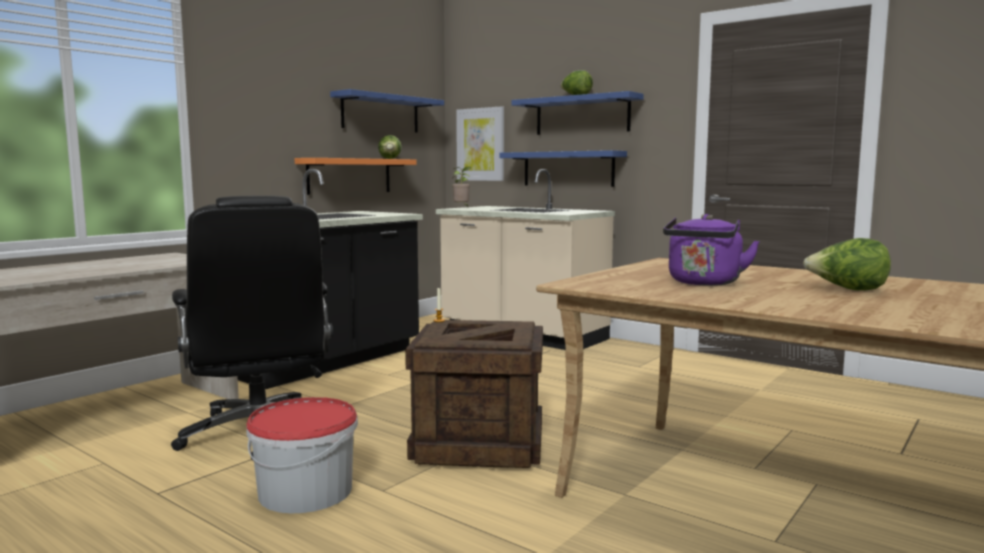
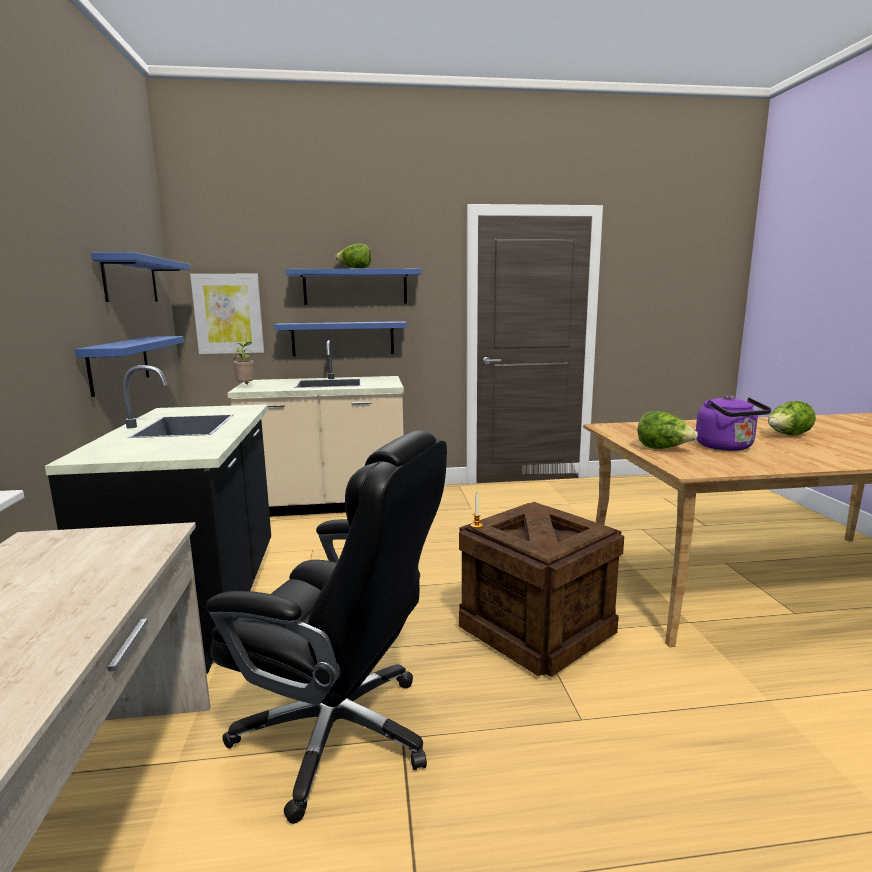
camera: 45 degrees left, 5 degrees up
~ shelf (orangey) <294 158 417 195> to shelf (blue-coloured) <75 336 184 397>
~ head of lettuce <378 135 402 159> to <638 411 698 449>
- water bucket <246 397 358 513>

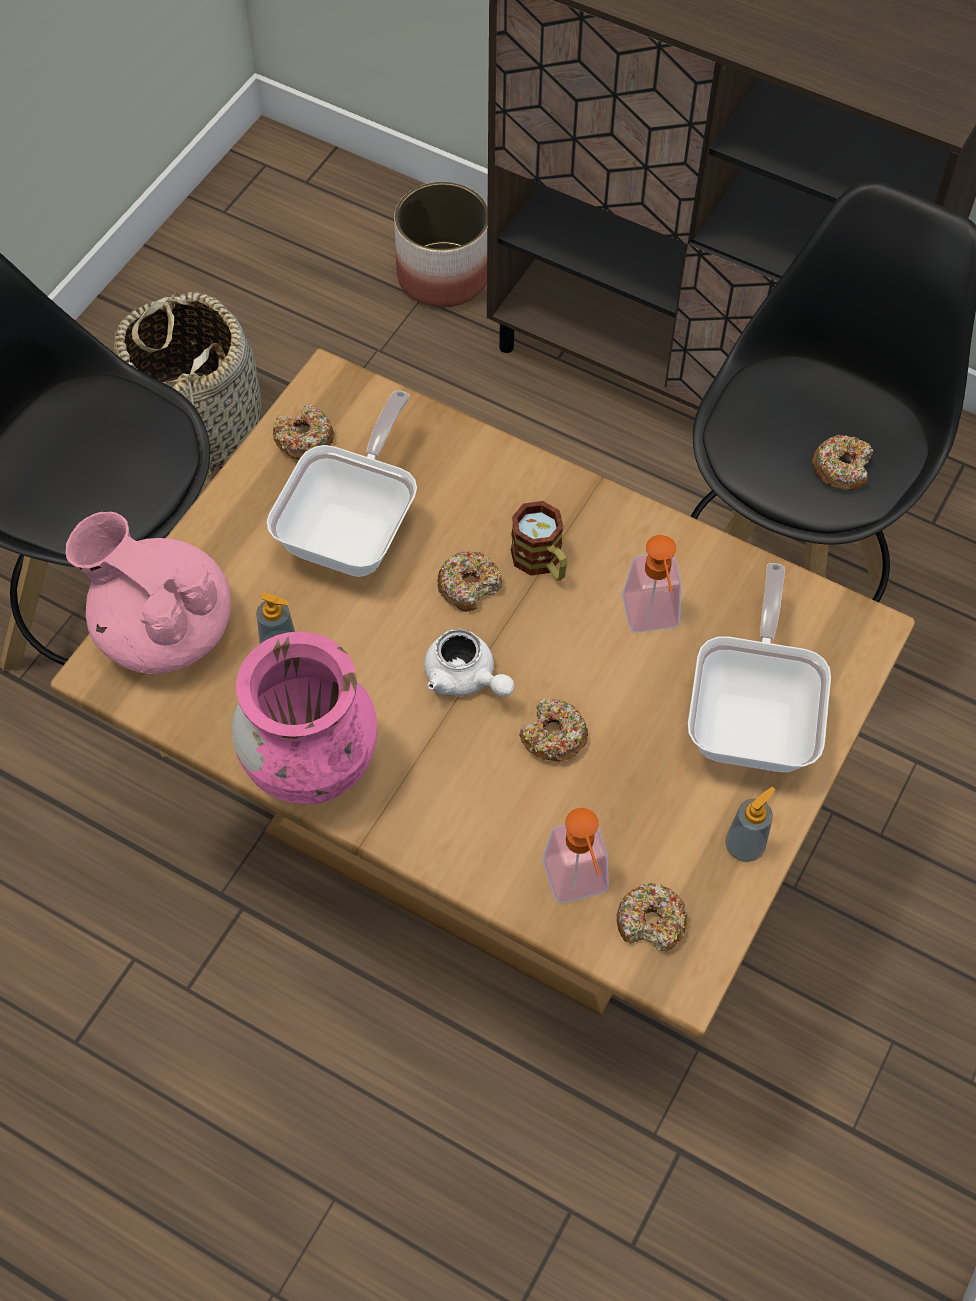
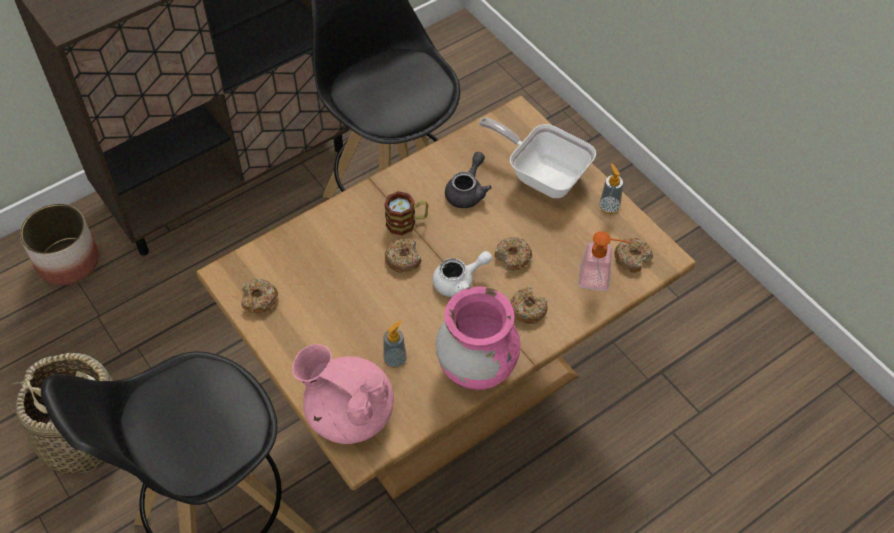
camera: 65 degrees left, 5 degrees down
~ pot for tea (pinkish) <66 512 231 674> = <292 344 394 444> 60 degrees clockwise
~ soap dispenser <622 535 681 632> to pot for tea (gray) <445 152 492 208>
~ ring doughnut <812 435 874 491> to <510 287 547 324>
- frying pan <267 390 417 577>

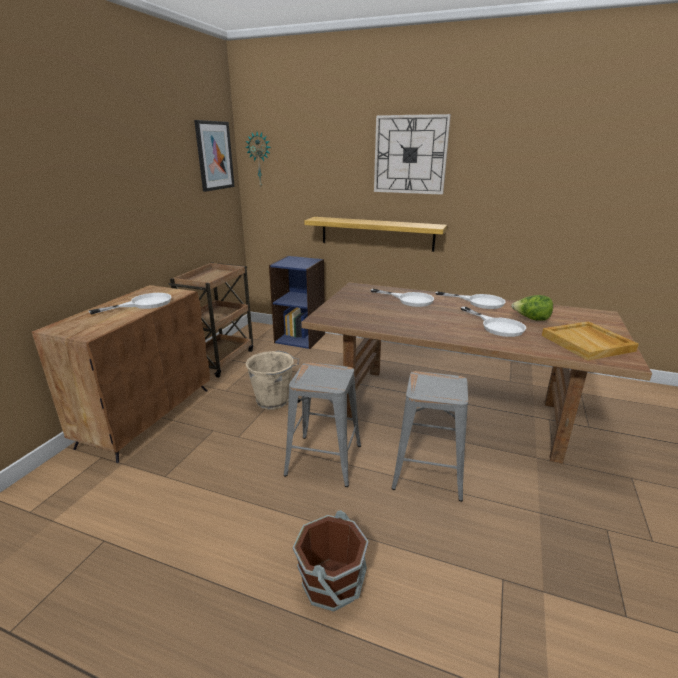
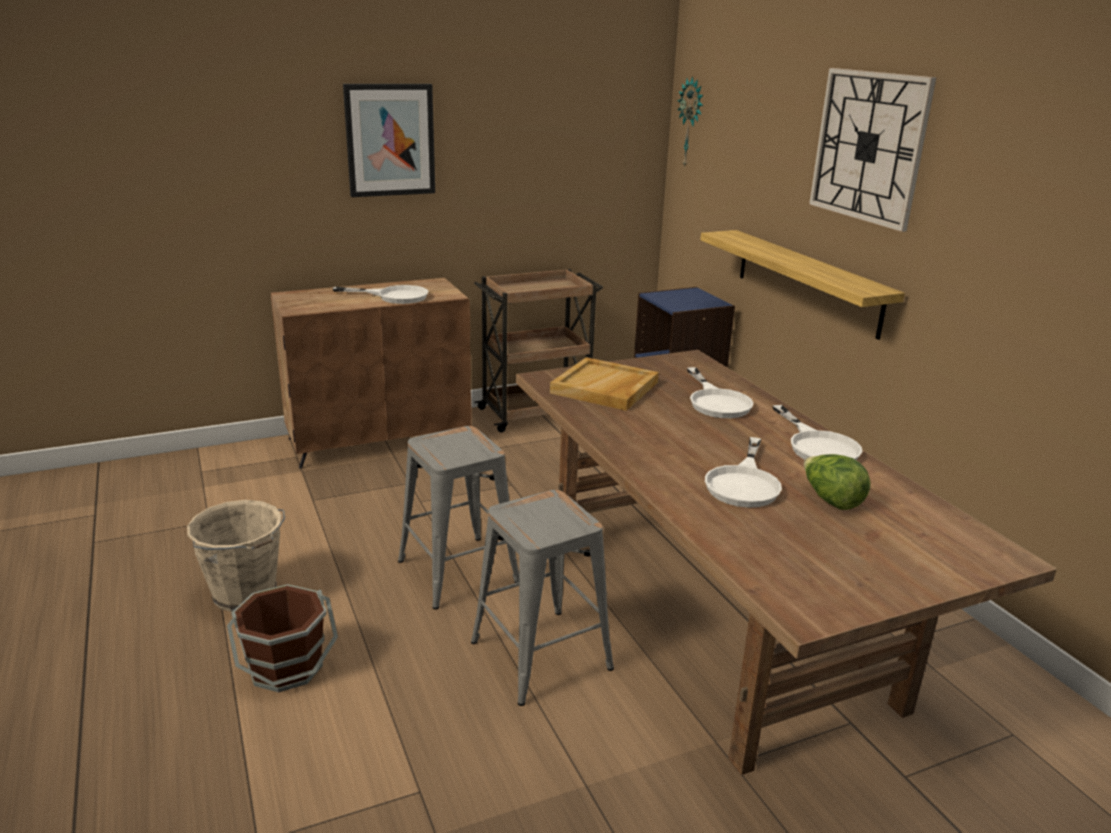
camera: 45 degrees right, 0 degrees up
~ water bucket (sand-coloured) <245 350 299 410> to <187 500 285 612>
~ wall picture <194 120 235 192> to <343 84 435 197>
~ carrying tray (sand-coloured) <542 321 639 361> to <550 357 659 411>

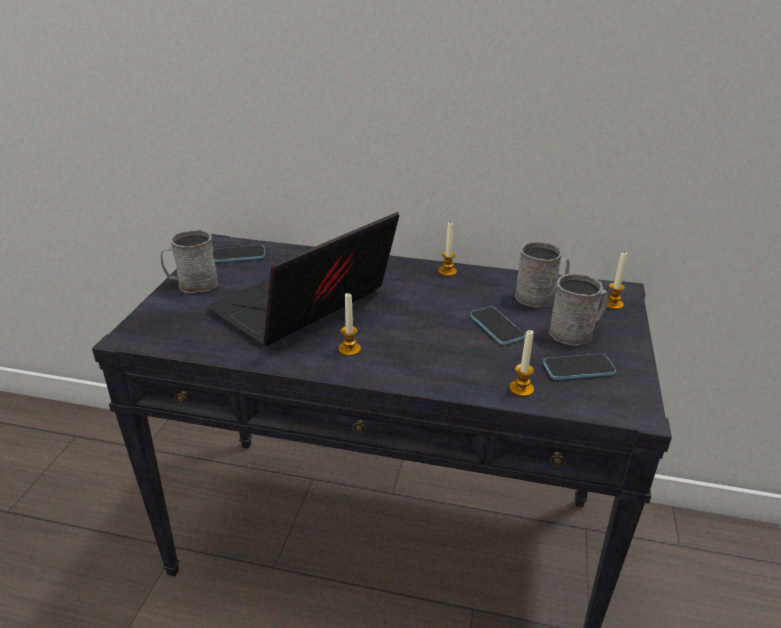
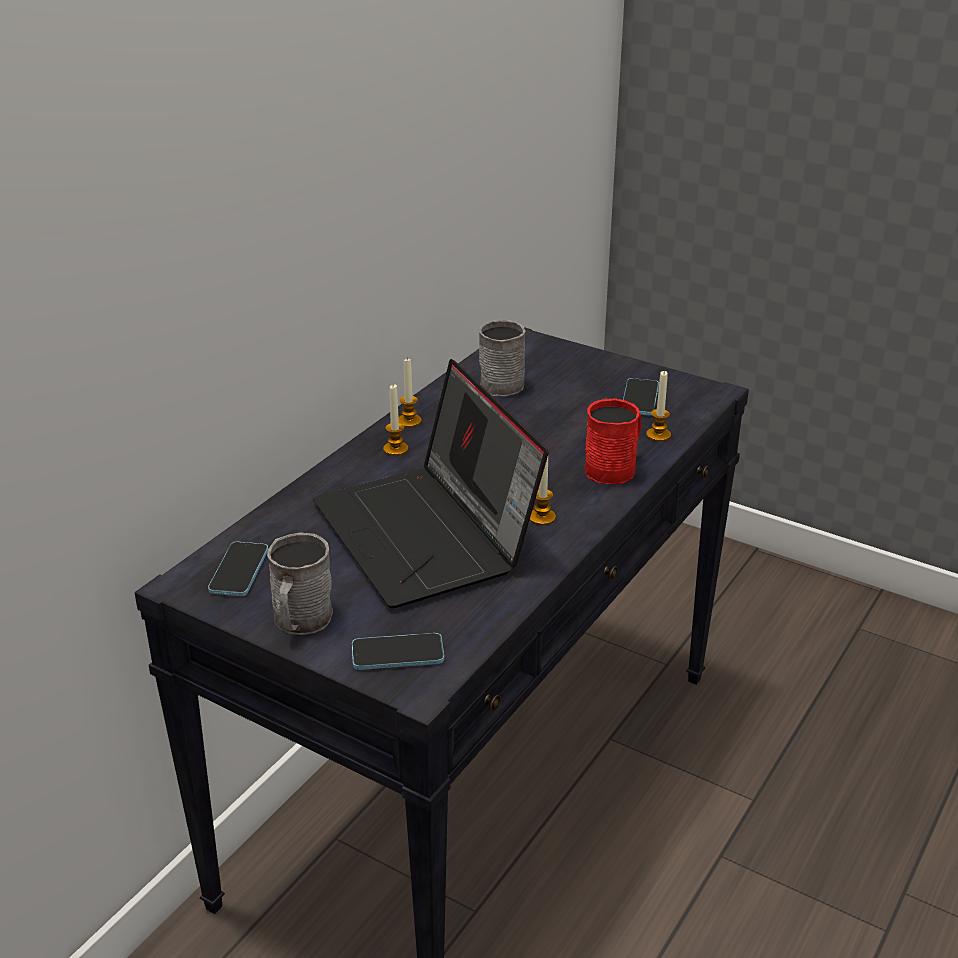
camera: 70 degrees left, 0 degrees up
~ handset <470 307 525 345> to <352 633 444 670>
~ candle <606 251 627 310> to <383 385 408 456>
+ mug (red) <584 399 642 484>
- mug (gray) <549 273 608 346>

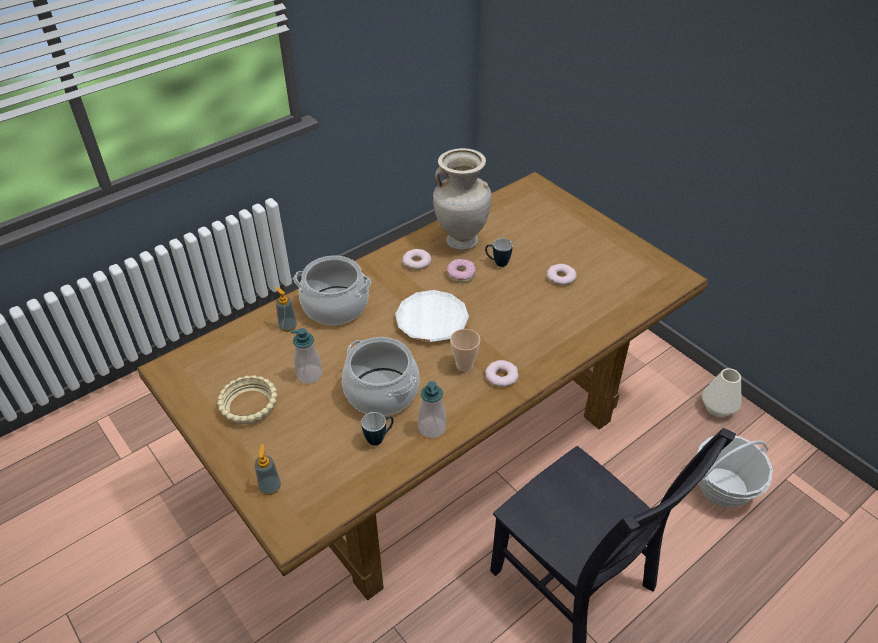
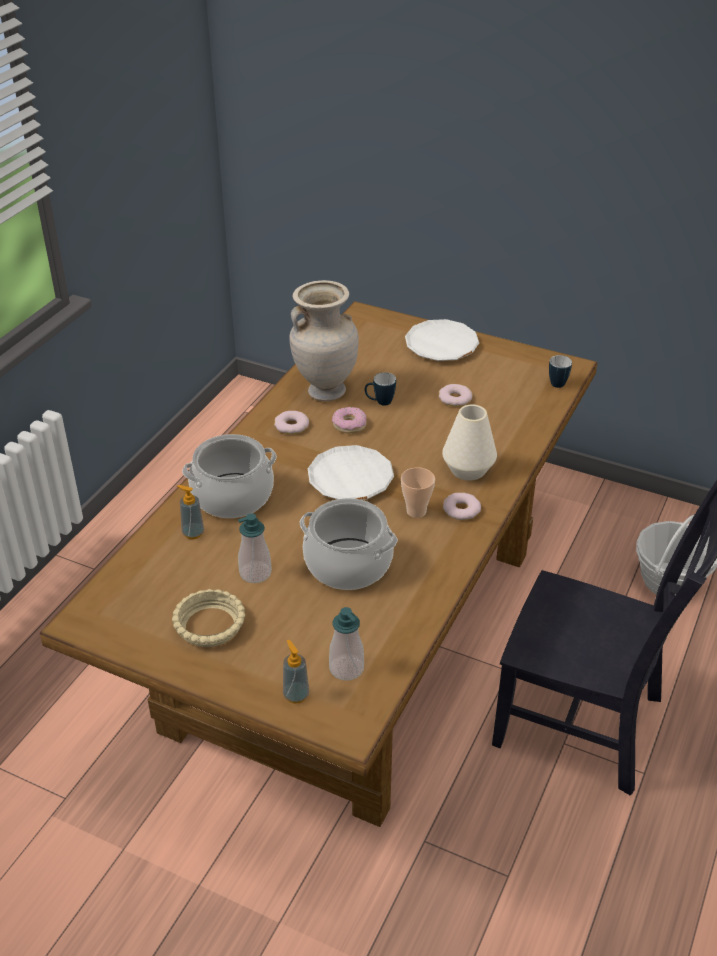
camera: 25 degrees left, 5 degrees down
~ soap dispenser <418 381 446 438> to <329 607 364 680>
+ plate (whitish) <405 319 479 361>
~ vase (whitish) <702 368 742 418> to <442 404 497 481>
~ mug <361 412 394 446> to <549 355 572 388>

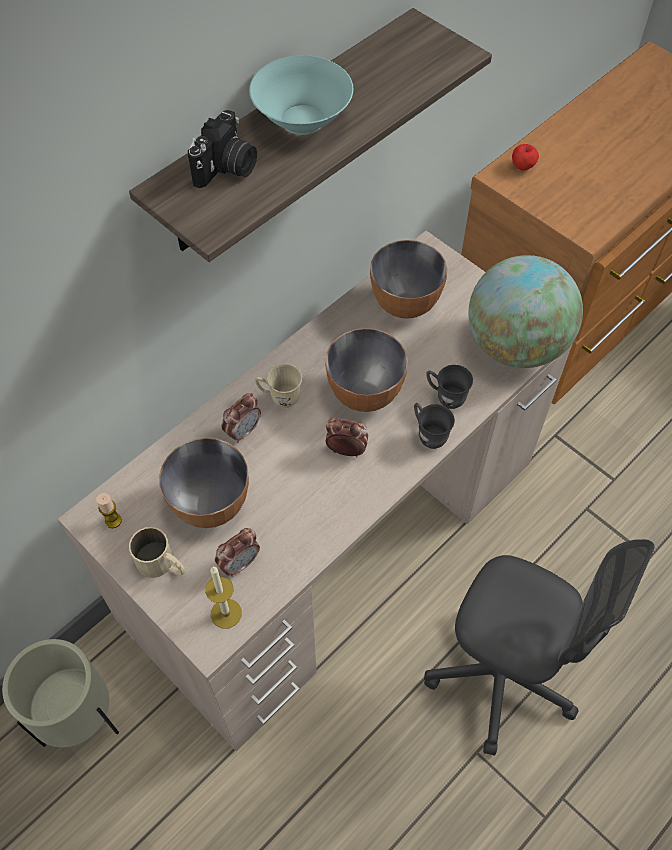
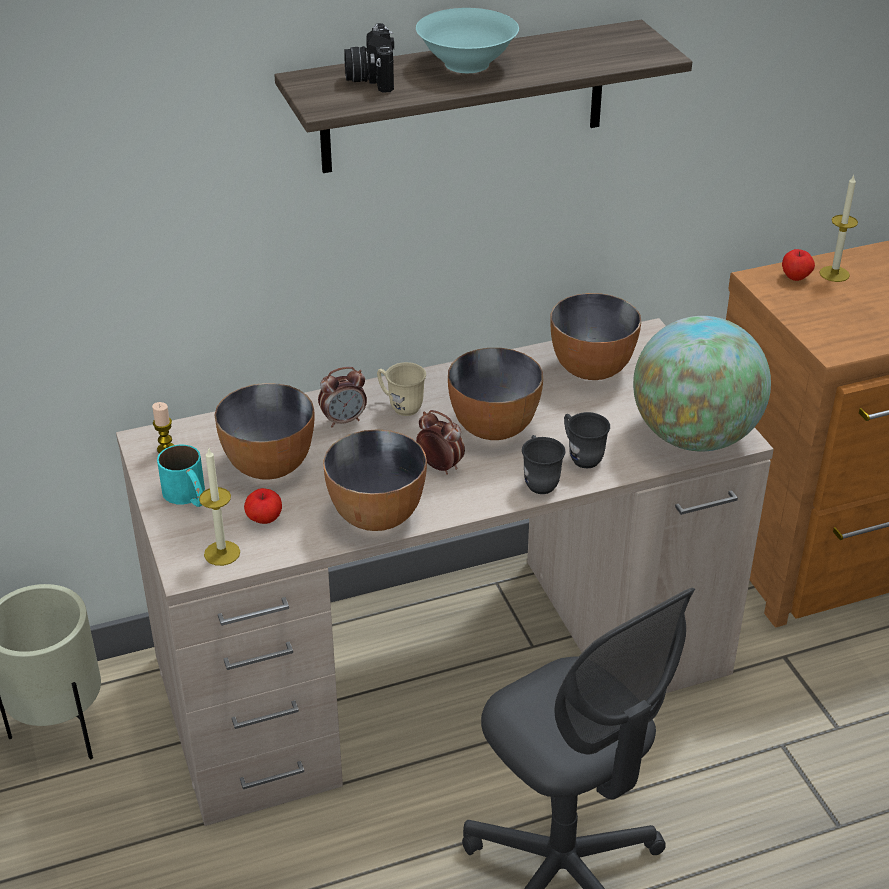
camera: 25 degrees right, 20 degrees down
~ mug (sand-coloured) <129 527 185 578> to mug (blue-green) <157 445 205 507>
~ bedside clock <215 528 260 577> to apple fruit <244 488 282 524>
+ serving bowl <323 429 427 531>
~ still camera <188 110 257 188> = <344 23 394 93> 120 degrees clockwise
+ candle <819 175 858 282>

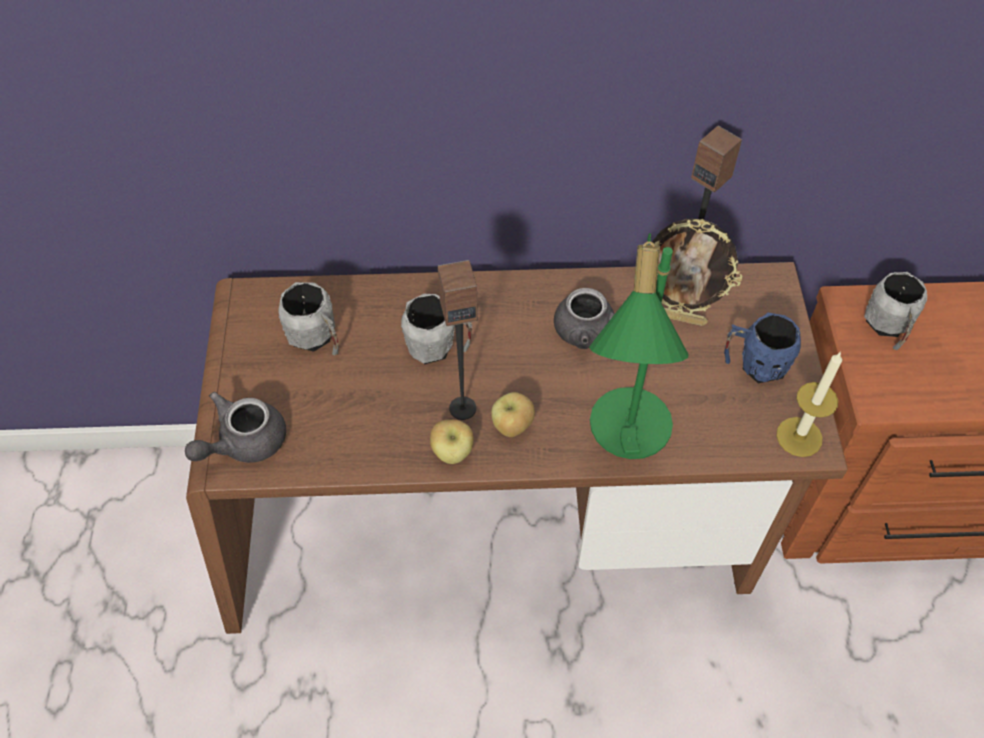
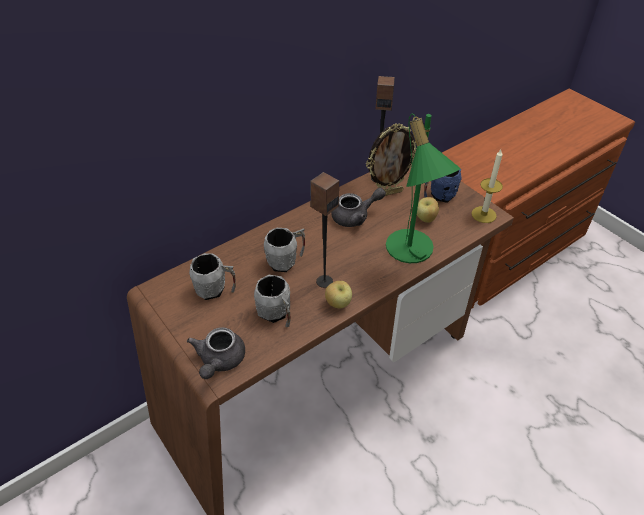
camera: 35 degrees left, 10 degrees down
~ mug (gray) <864 272 927 350> to <254 274 291 327>
~ apple fruit <491 392 535 437> to <417 197 439 223>

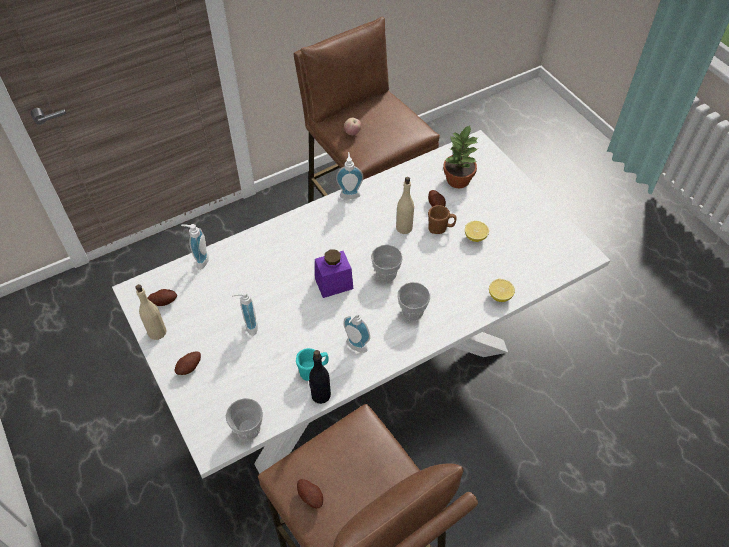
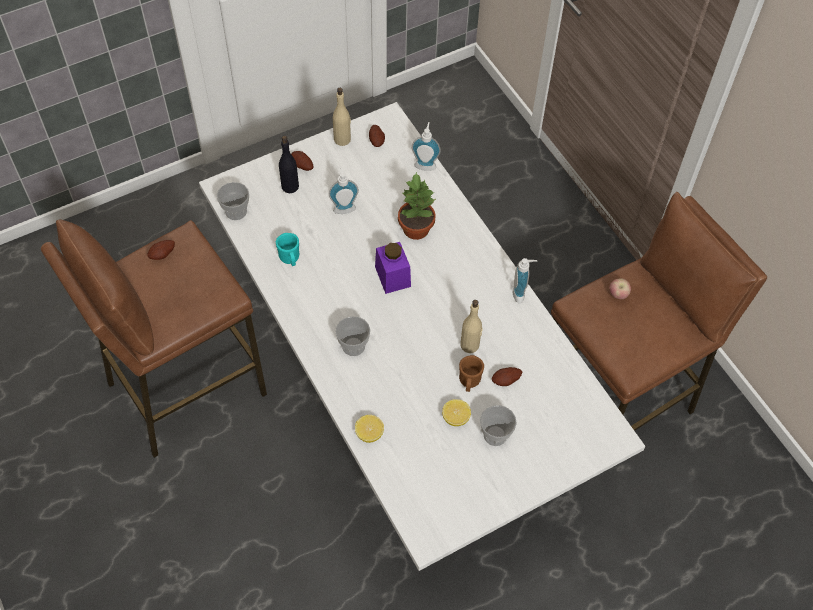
camera: 90 degrees right, 5 degrees up
~ drink bottle (blackish) <309 350 331 404> to <279 136 299 193>
~ potted plant <443 125 479 188> to <398 172 436 240>
~ drinking cup <371 245 403 282> to <480 405 517 446>
- soap dispenser <343 311 370 353>

